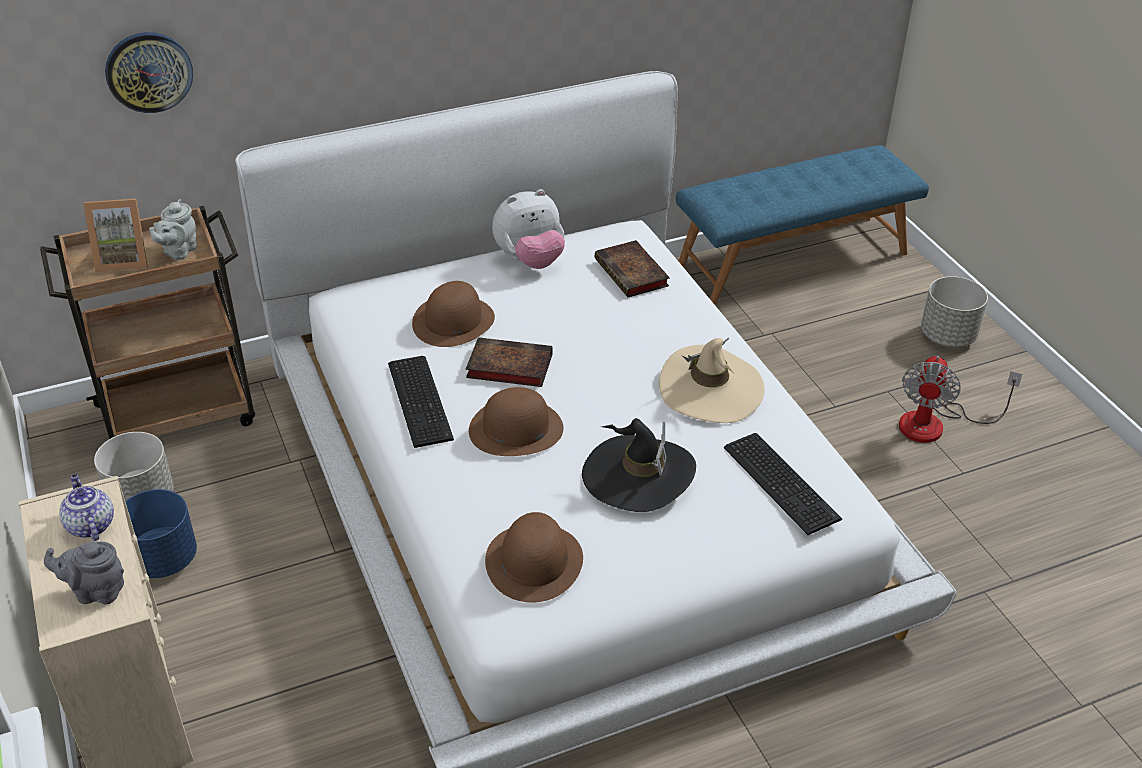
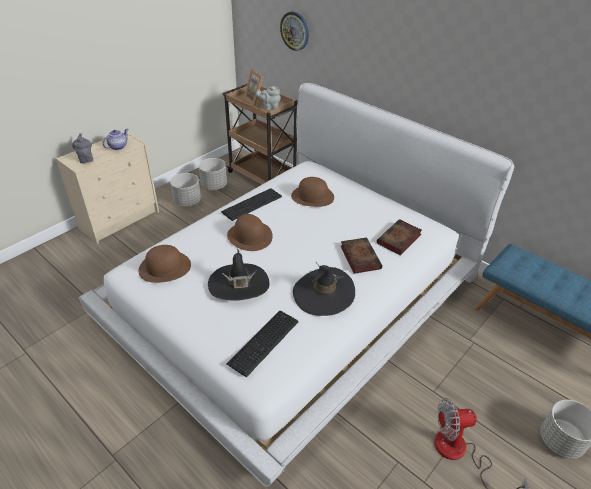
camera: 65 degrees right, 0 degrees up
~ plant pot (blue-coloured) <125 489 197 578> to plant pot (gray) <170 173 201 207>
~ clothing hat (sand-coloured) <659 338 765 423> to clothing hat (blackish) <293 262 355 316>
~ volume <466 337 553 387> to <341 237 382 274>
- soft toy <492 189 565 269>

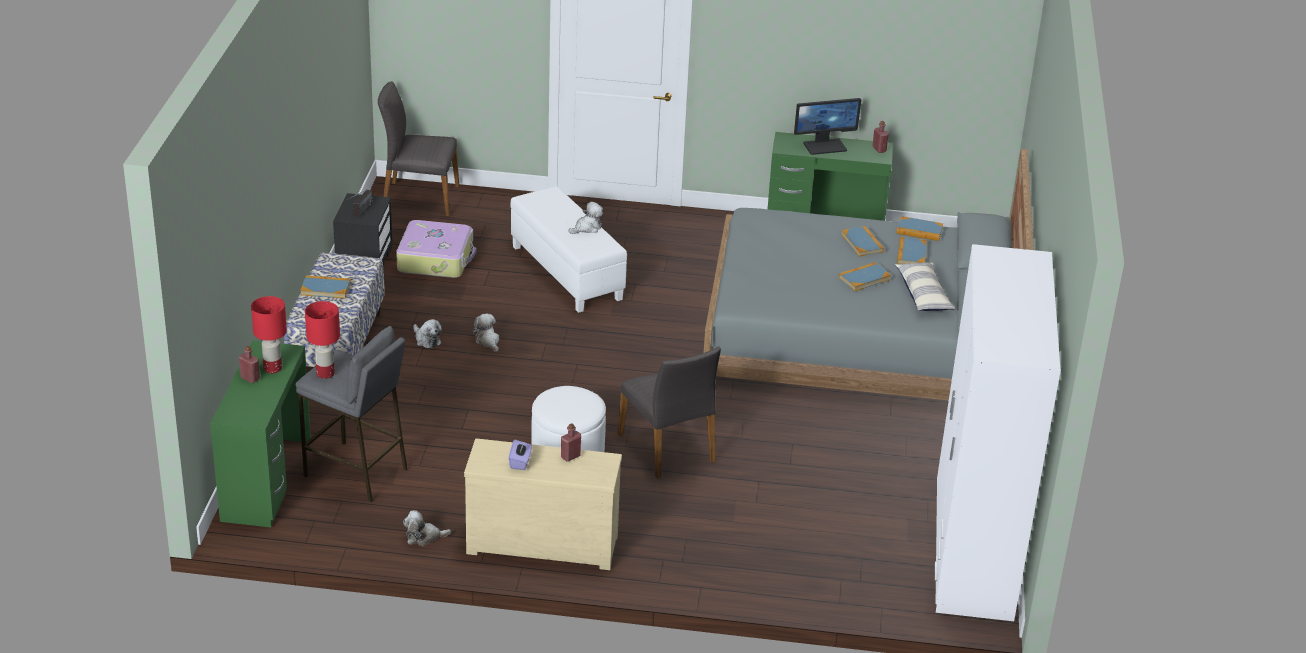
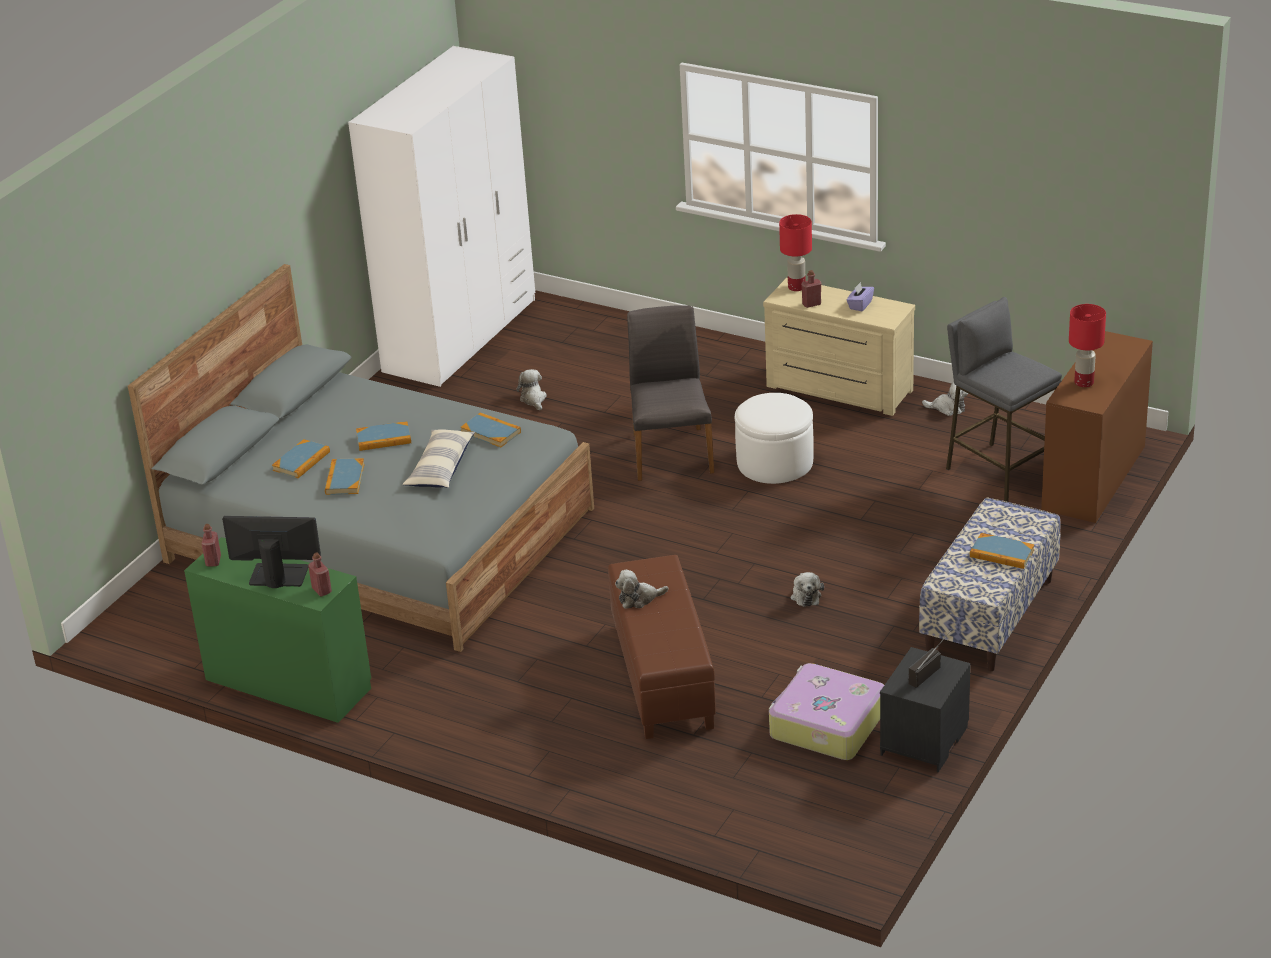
camera: 155 degrees left, 0 degrees up
~ drink bottle (red) <239 346 260 383> to <308 553 332 596>
~ pillow <895 262 956 311> to <402 429 475 488>
~ volume <896 216 943 241> to <460 412 521 447>
~ soft toy <413 319 442 348> to <517 369 547 410>
~ footrest (whitish) <511 186 627 313> to footrest (brown-coloured) <608 555 716 739>
~ lamp for a table (red) <305 301 340 379> to <779 214 812 291>
~ desk (green-coloured) <210 341 311 527> to desk (brown-coloured) <1041 331 1153 523>
- chair (gray) <378 81 459 216>

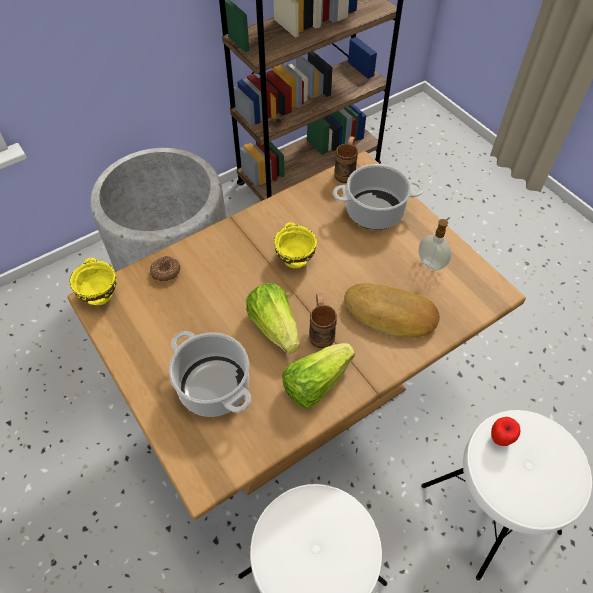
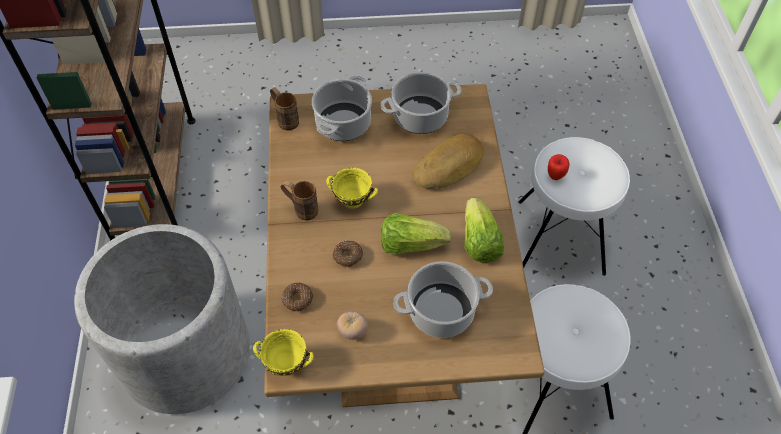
camera: 60 degrees left, 0 degrees up
~ mug (brown-coloured) <309 293 337 348> to <280 181 319 220>
+ ring doughnut <333 240 363 267>
+ tomato <337 311 368 340>
~ soap dispenser <419 217 451 271> to saucepot <381 72 462 134>

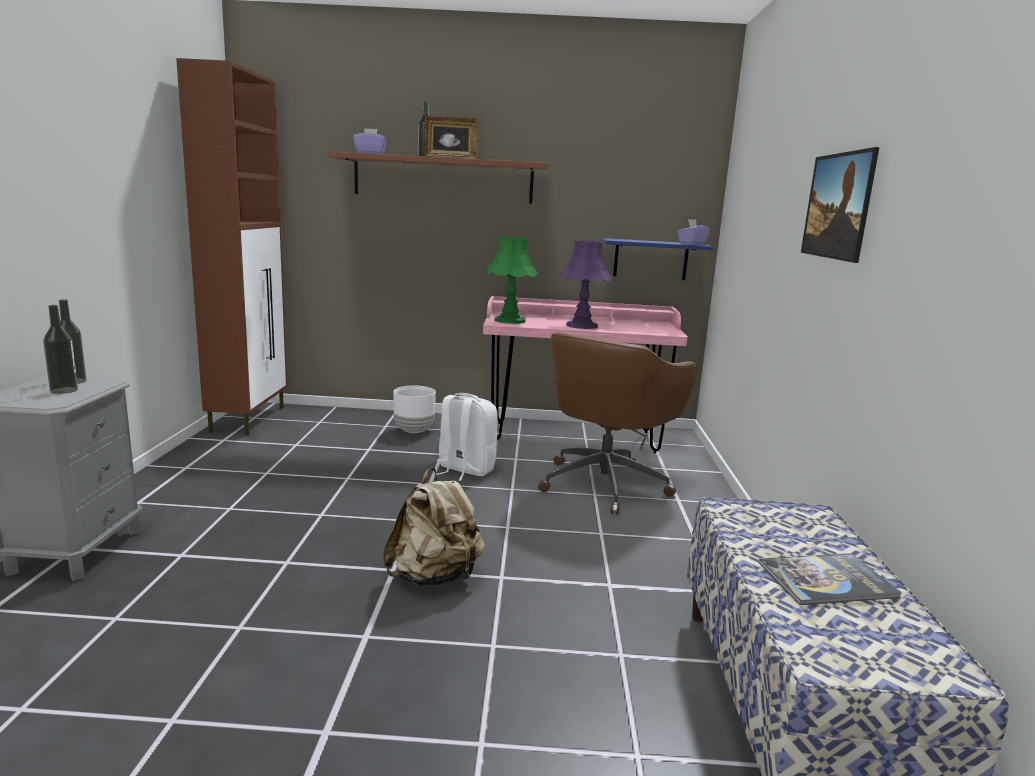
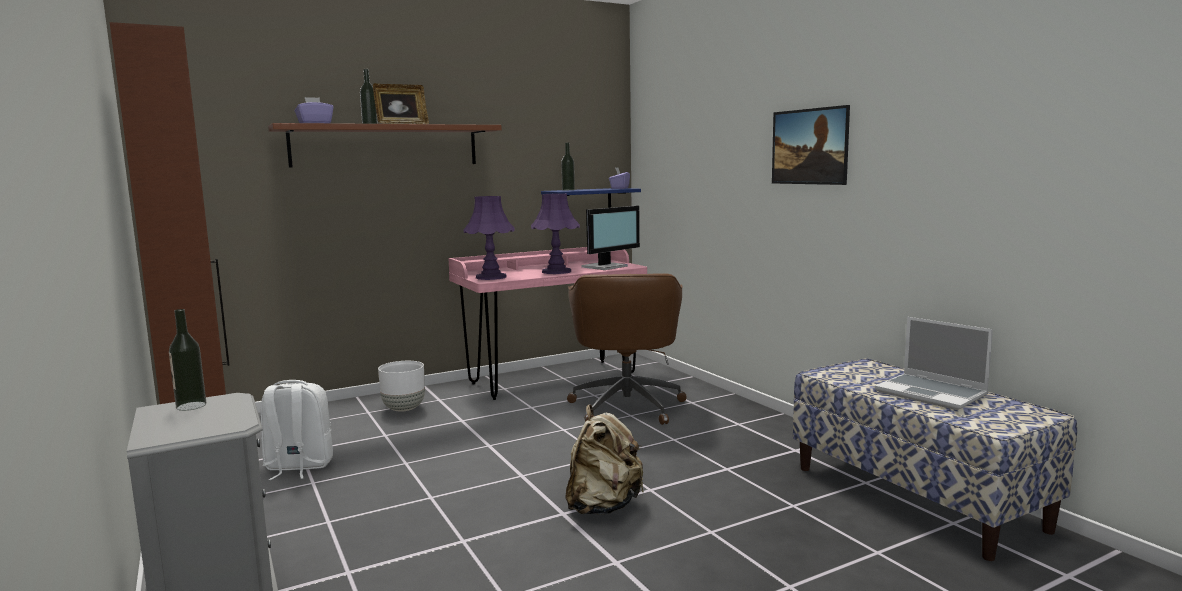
camera: 30 degrees left, 5 degrees down
~ rucksack (whitish) <436 393 498 481> to <261 380 333 480>
~ lamp for a table (green-coloured) <486 236 538 324> to lamp for a table (purplish) <464 196 515 280>
~ drink bottle <43 305 78 394> to <561 142 575 190>
+ monitor <581 206 640 270>
~ volume <759 553 902 605> to laptop <875 317 993 410>

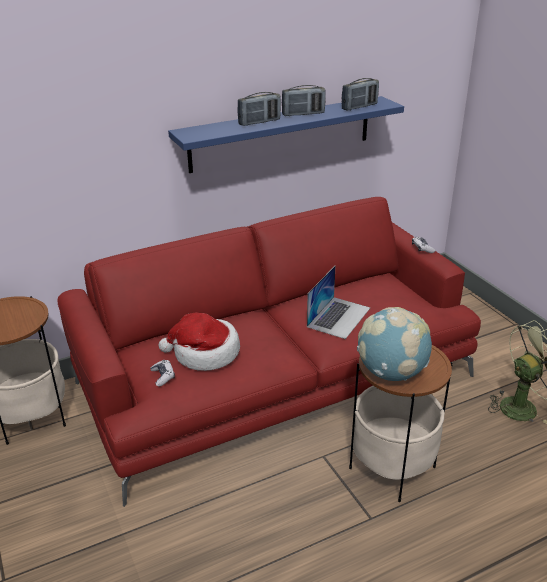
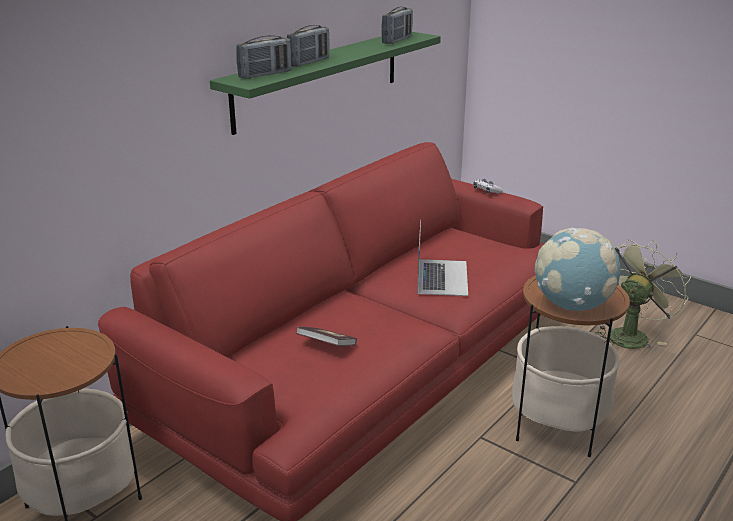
camera: 25 degrees left, 5 degrees down
~ shelf (blue-coloured) <168 96 404 173> to shelf (green-coloured) <210 32 441 135>
~ radio receiver <282 85 326 116> to <236 35 291 79>
~ clothing hat <159 312 240 371> to volume <296 327 357 346>
- joypad <150 360 175 387>

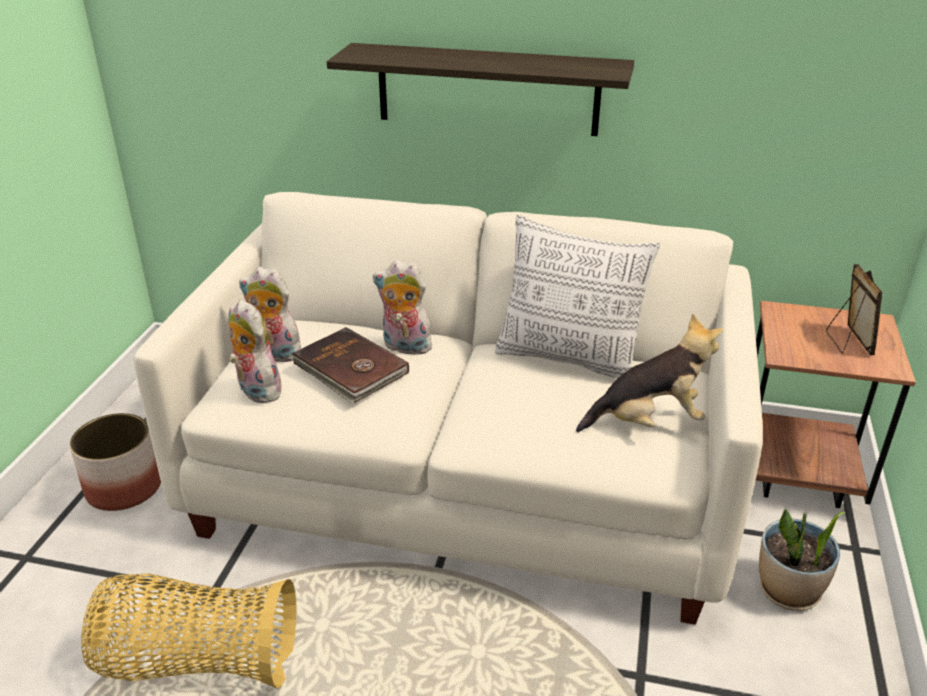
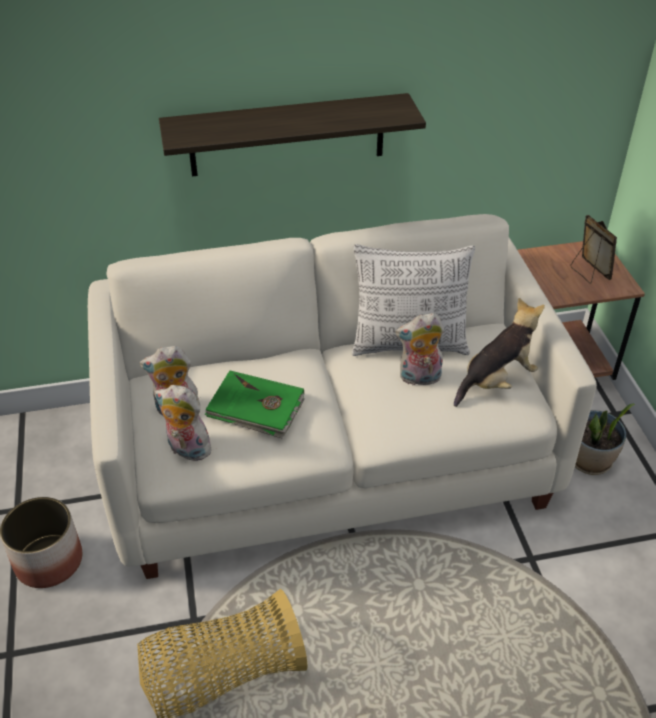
camera: 25 degrees left, 10 degrees up
~ volume (brown-coloured) <291 327 409 403> to volume (green-coloured) <205 370 305 438>
~ soft toy <373 260 432 355> to <396 313 444 385>

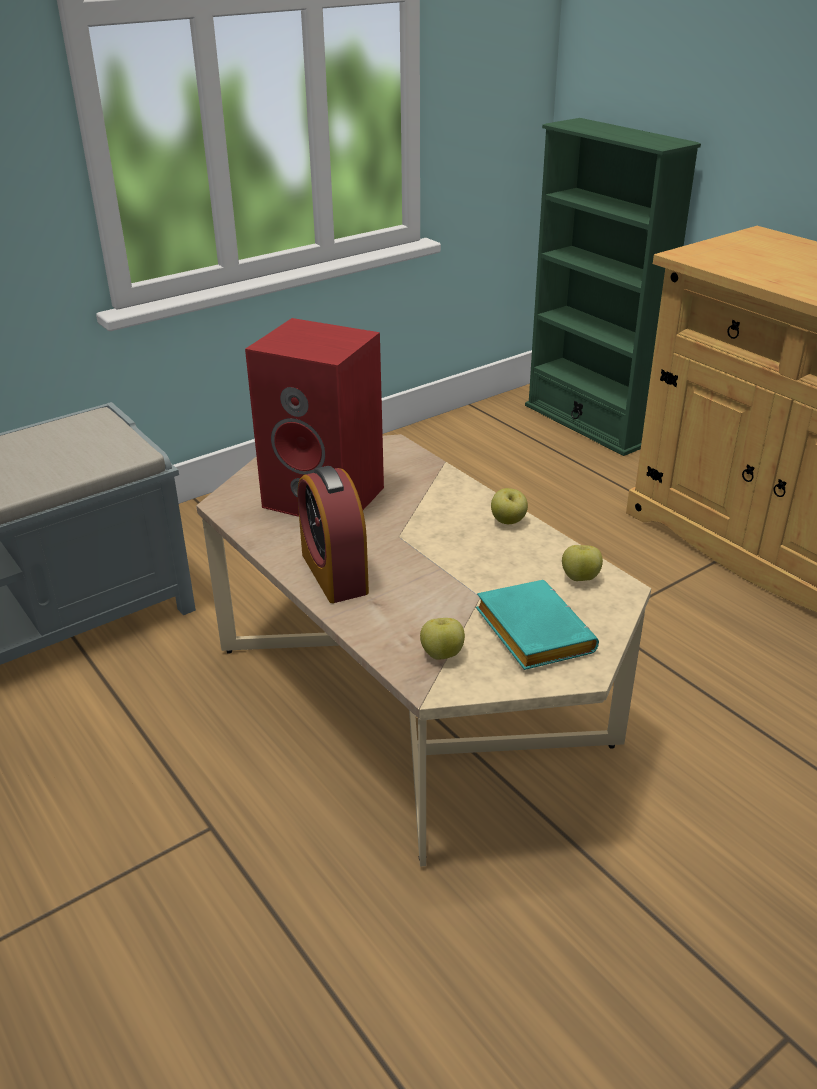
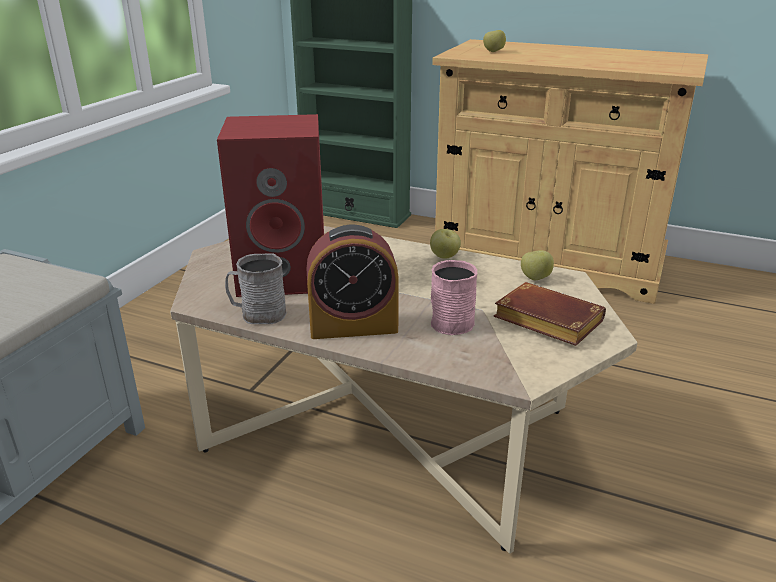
camera: 30 degrees left, 5 degrees down
+ mug (gray) <225 253 287 324>
~ bedside clock <297 466 369 603> = <307 224 399 339> 45 degrees counterclockwise
+ mug (pinkish) <431 260 477 335>
~ apple fruit <420 618 465 660> to <483 30 506 52>
~ volume (blue-green) <476 580 599 670> to volume (brown-coloured) <494 282 606 346>

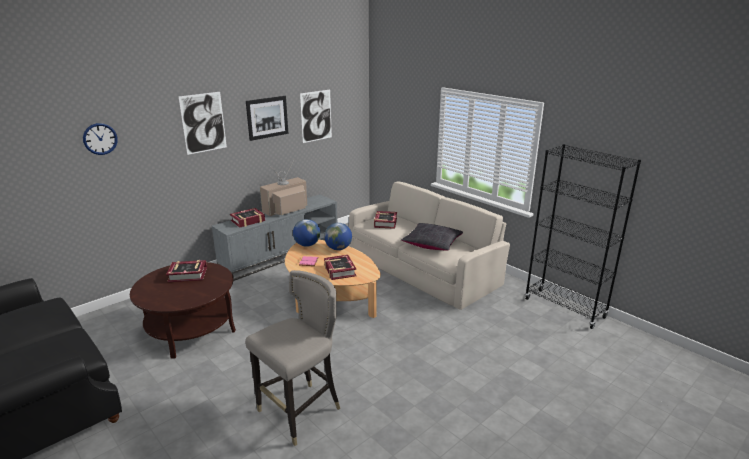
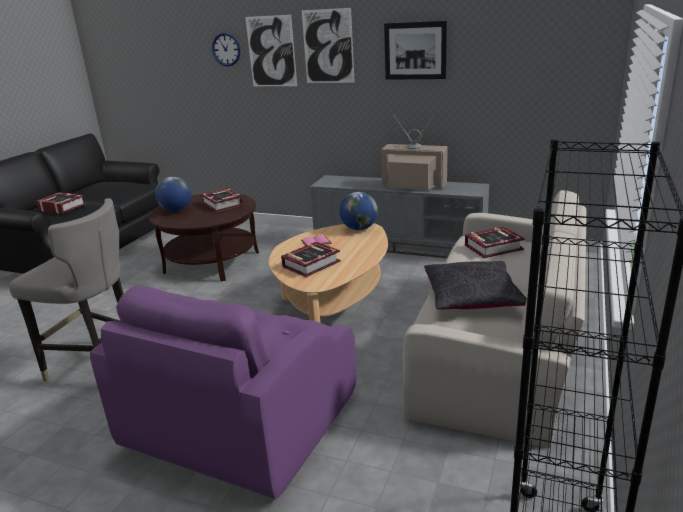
camera: 65 degrees right, 0 degrees up
~ volume <230 208 265 228> to <36 192 86 214>
+ easy chair (purplish) <90 286 357 499>
~ globe <324 223 352 250> to <155 177 192 212>
~ wall picture <300 90 332 143> to <245 15 297 86>

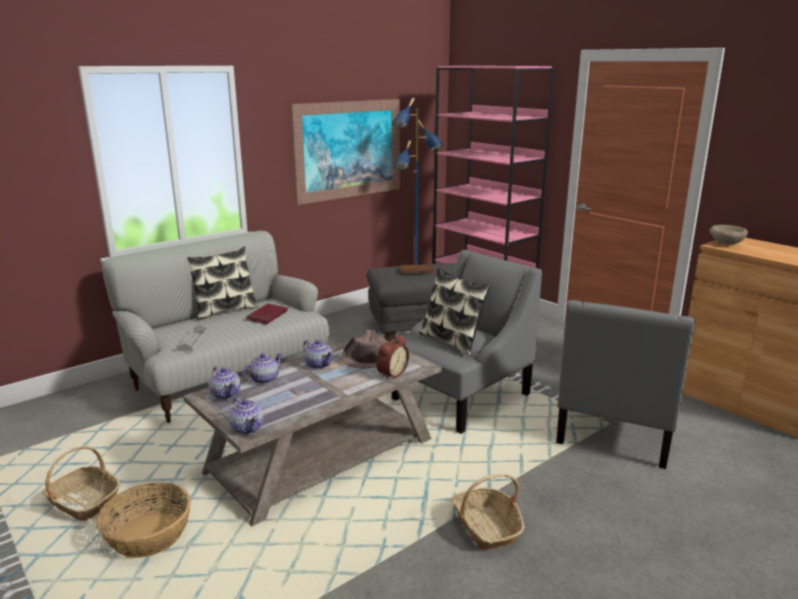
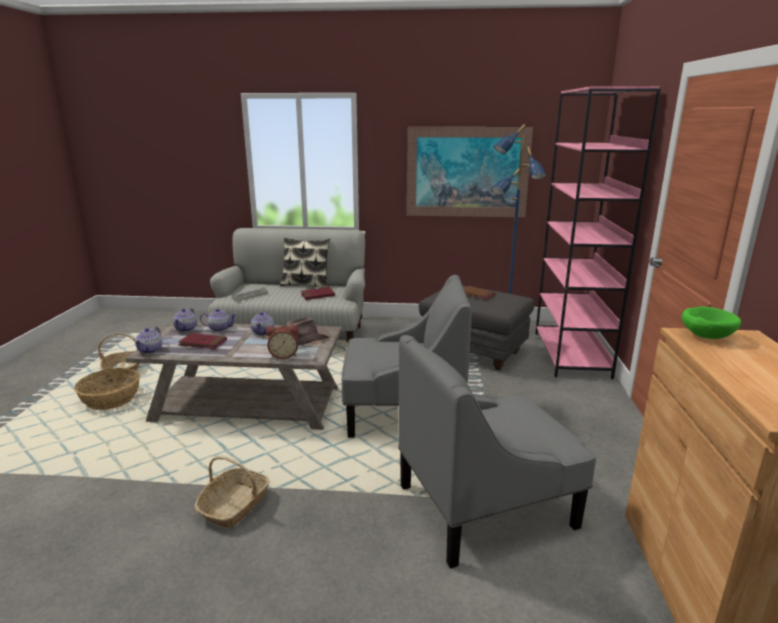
camera: 45 degrees right, 0 degrees up
+ volume (red) <178 333 227 350>
~ serving bowl (sand-coloured) <709 225 748 245> to serving bowl (green-coloured) <682 307 741 339>
- pillow <419 267 491 356>

